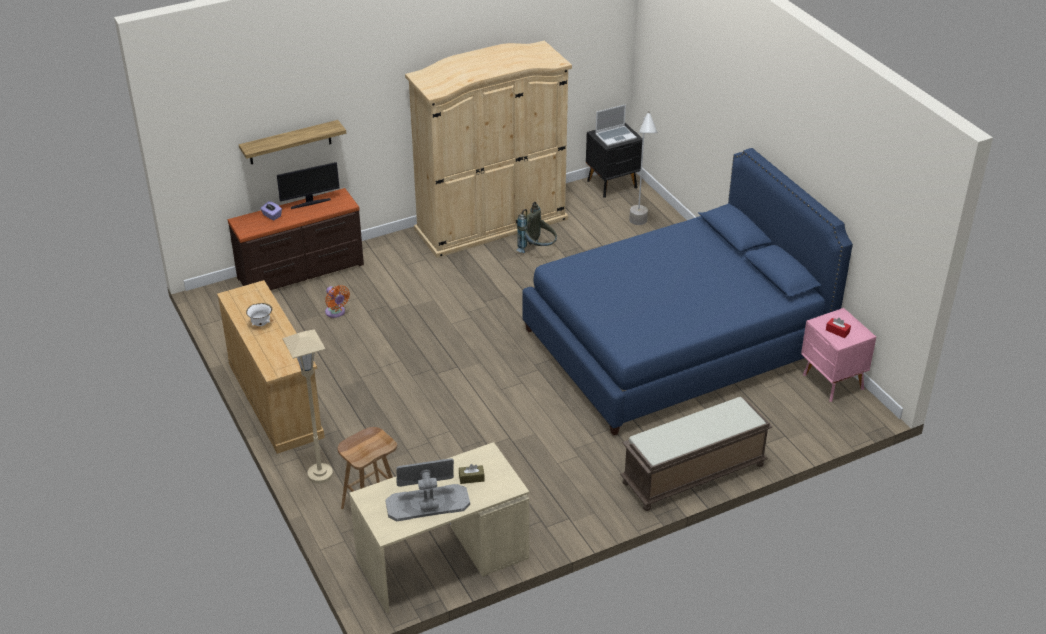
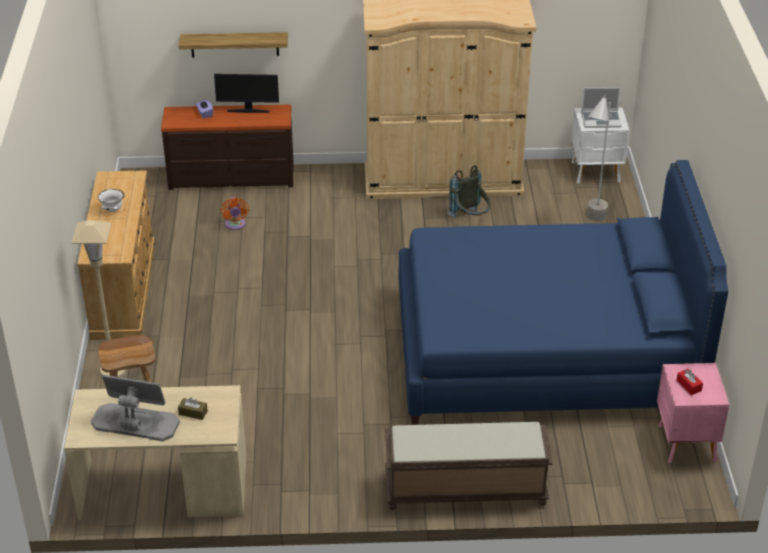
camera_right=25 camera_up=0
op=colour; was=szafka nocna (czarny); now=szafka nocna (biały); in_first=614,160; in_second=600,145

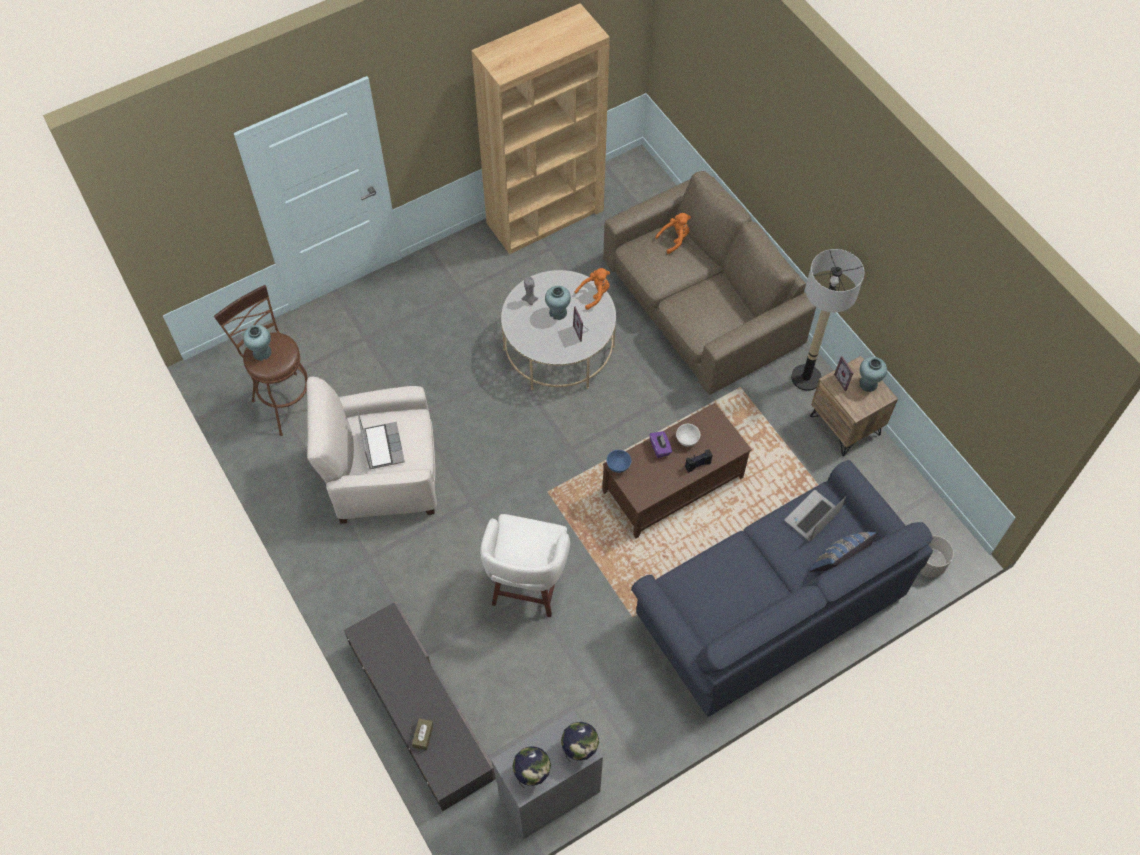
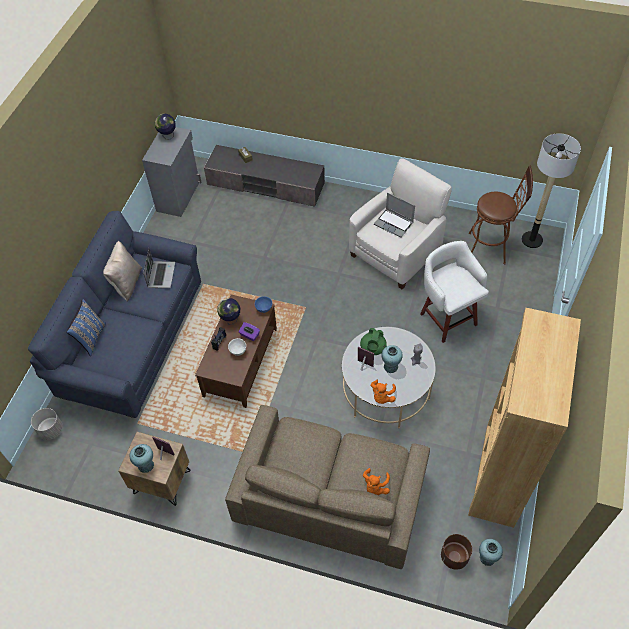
camera_right=140 camera_up=-5
op=appeared; now=poduszka (beżowy); in_second=122,271
op=appeared; now=imbryk (zielony); in_second=373,341
op=appeared; now=donica (brązowy); in_second=456,552
op=relocated; was=wazon (turkusowy); in_first=257,343; in_second=491,552
op=relocated; was=stołek (biały); in_first=525,565; in_second=454,292
op=relocated; was=globus; in_first=580,742; in_second=228,310
op=relocated; was=laptop; in_first=815,515; in_second=159,268
op=relocated; was=lampa stojąca; in_first=827,320; in_second=551,190

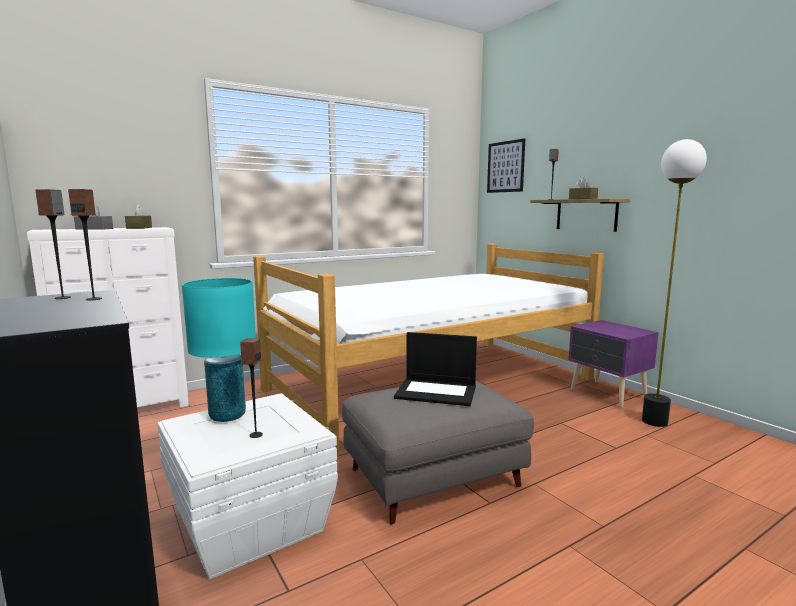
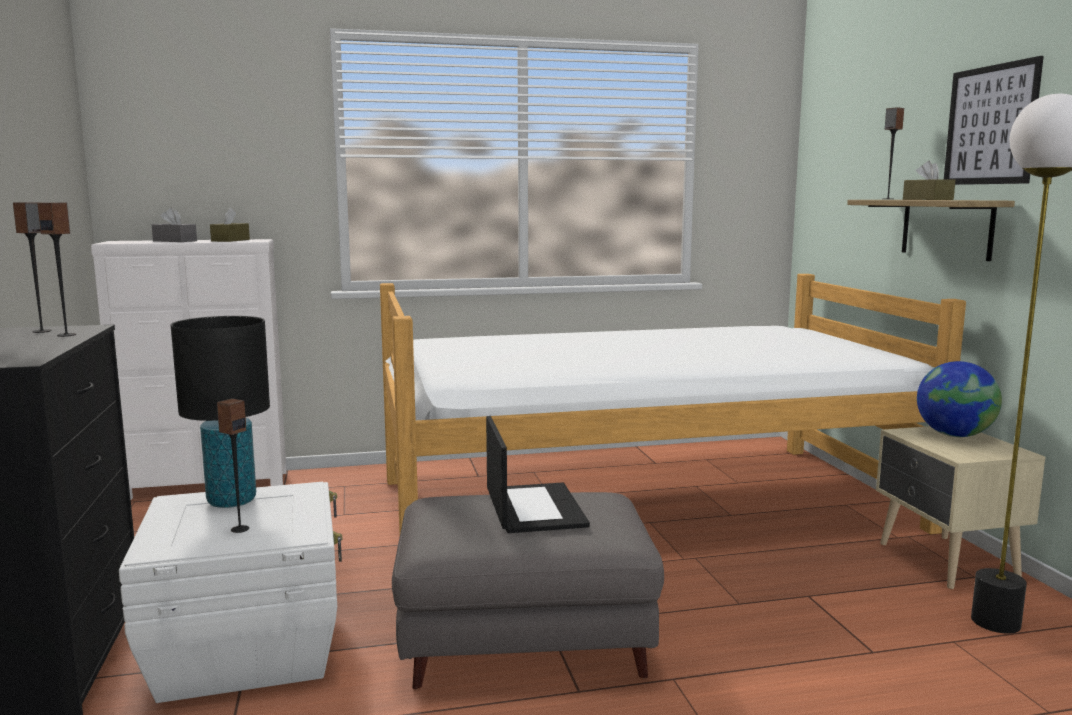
camera_right=20 camera_up=0
op=appeared; now=globus; in_second=959,399
op=relocated; was=obraz; in_first=506,165; in_second=994,120
op=colour; was=lampa stołowa (turkusowy); now=lampa stołowa (czarny); in_first=219,350; in_second=220,412
op=colour; was=szafka nocna (fioletowy); now=szafka nocna (beżowy); in_first=614,364; in_second=960,507
op=spun; was=laptop; in_first=435,369; in_second=538,474; clockwise=-135

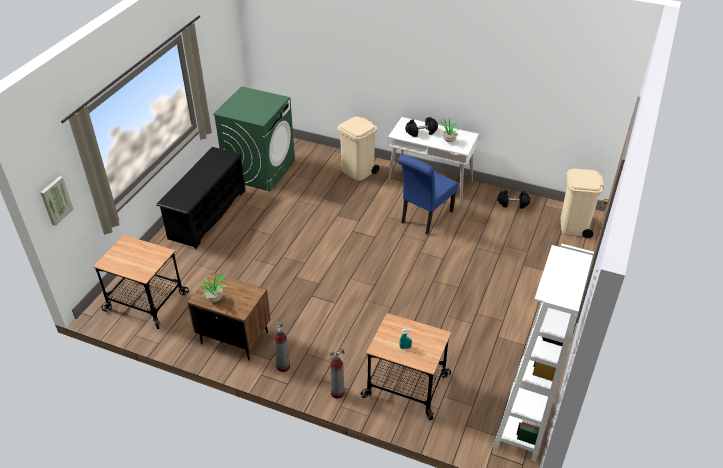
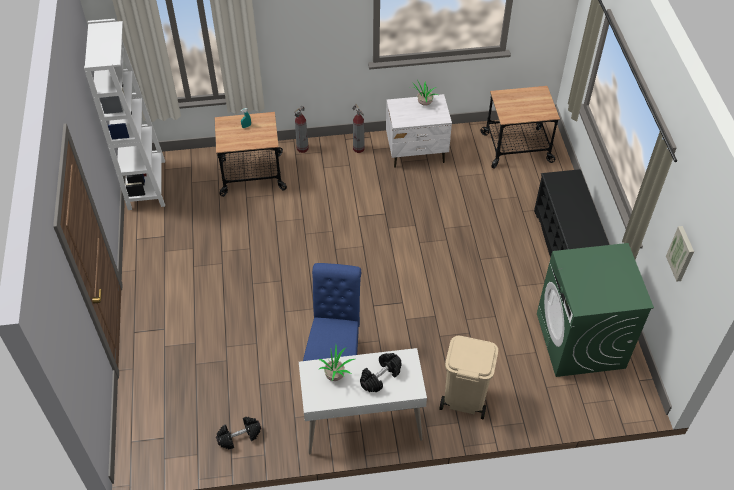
camera_right=150 camera_up=10
op=missing; was=kosz na śmieci (beżowy); in_first=582,203
op=relocated; was=obraz; in_first=57,201; in_second=680,254
op=colour; was=szafka nocna (brązowy); now=szafka nocna (biały); in_first=229,316; in_second=419,131

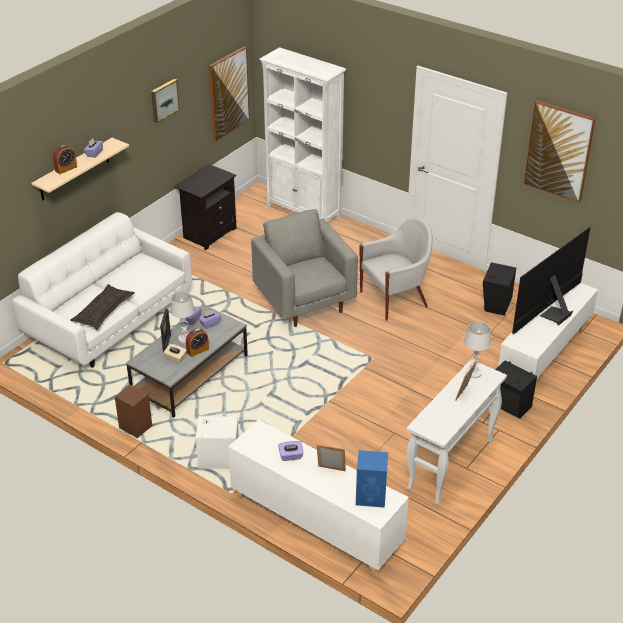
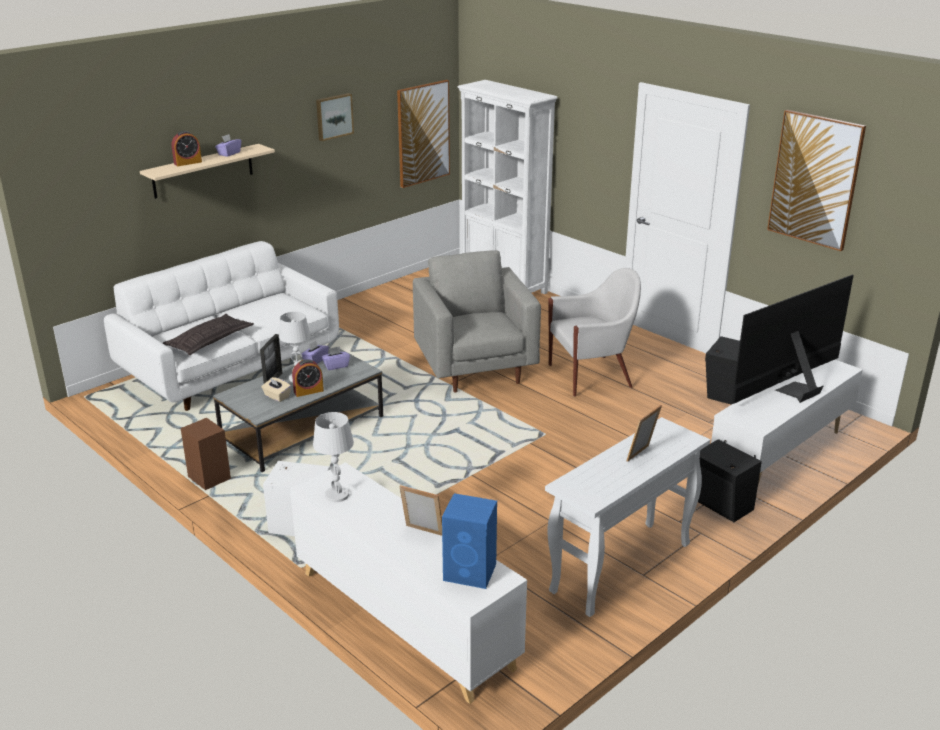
camera_right=10 camera_up=-10
op=missing; was=szafka nocna (czarny); in_first=205,207
op=missing; was=pudełko chusteczek (fioletowy); in_first=291,451
op=relocated; was=lampa stołowa (biały); in_first=477,350; in_second=333,457

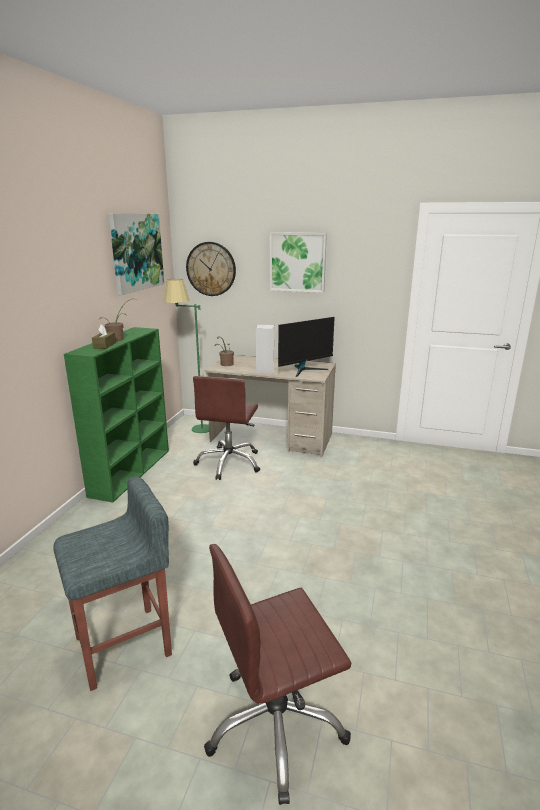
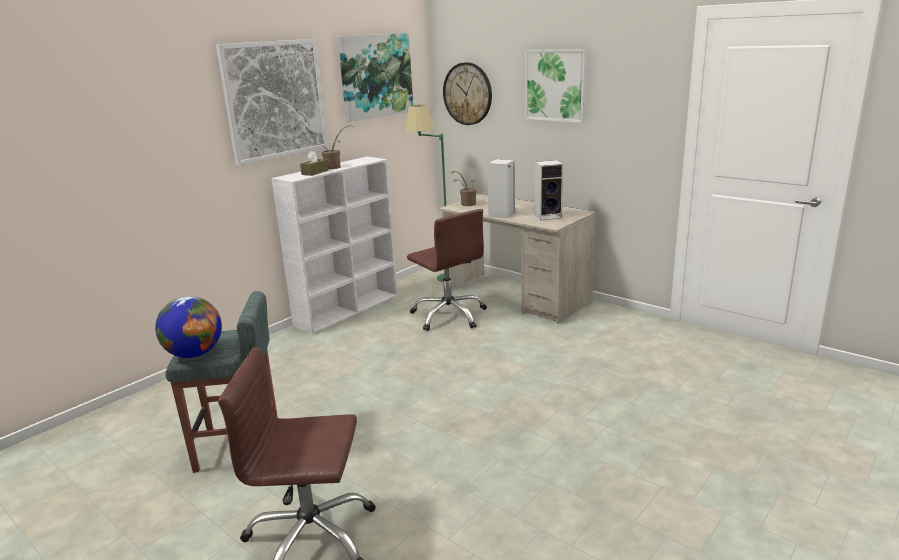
camera_right=25 camera_up=0
op=appeared; now=globus; in_second=188,327
op=appeared; now=obraz; in_second=272,102
op=exchanged; was=monitor; now=głośnik; in_first=306,347; in_second=548,190
op=colour; was=regał (zielony); now=regał (biały); in_first=116,414; in_second=334,245
op=spun; was=krzesło biurowe (brązowy); in_first=226,428; in_second=447,270; clockwise=-75

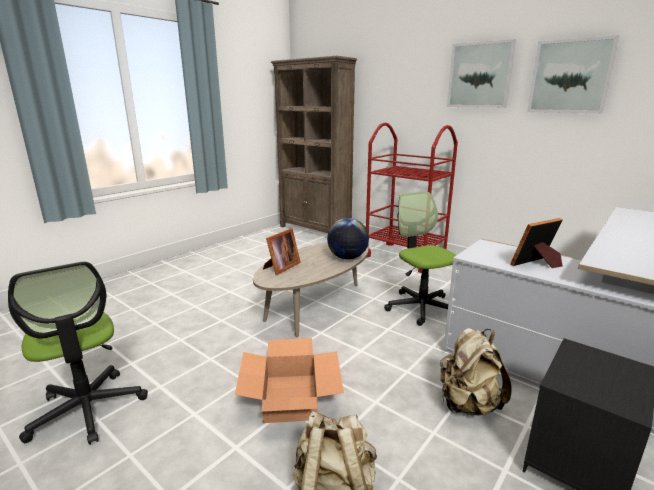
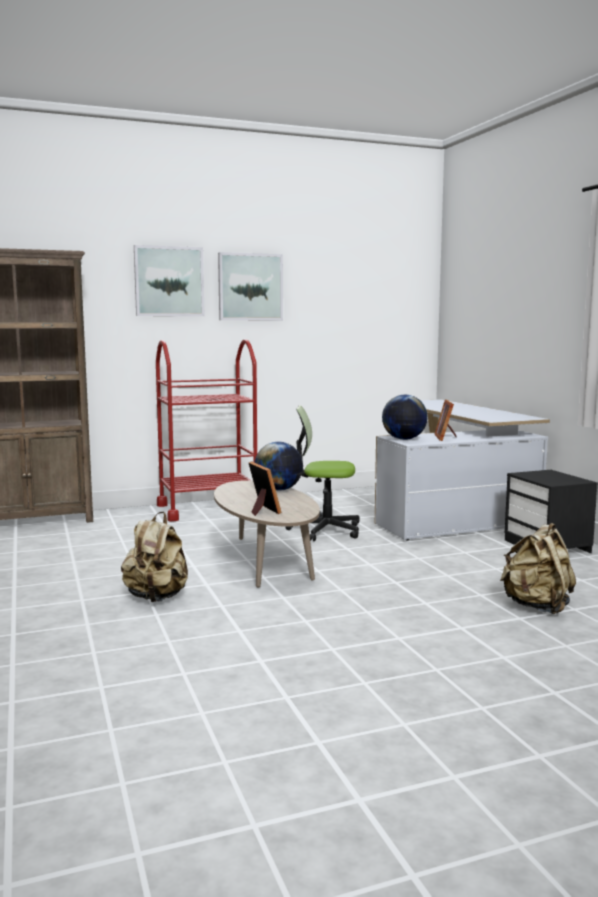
camera_right=-60 camera_up=-10
op=missing; was=krzesło biurowe; in_first=78,353
op=missing; was=karton; in_first=289,380
op=appeared; now=globus; in_second=405,417
op=relocated; was=plecak (beżowy); in_first=476,372; in_second=154,557
op=relocated; was=obraz; in_first=573,74; in_second=169,280

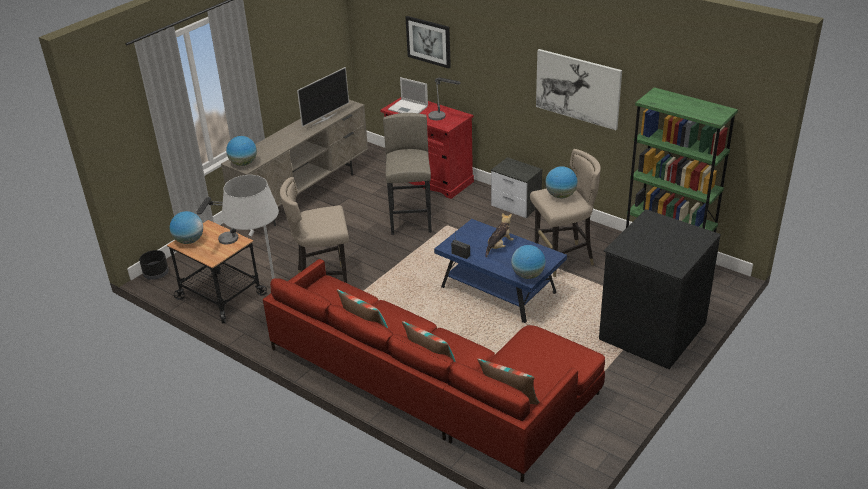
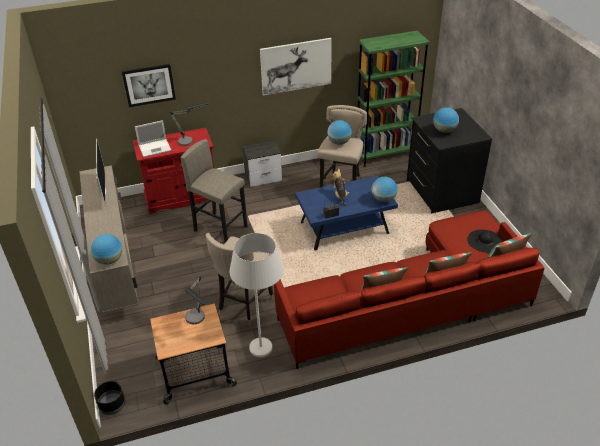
camera_right=-55 camera_up=5
op=appeared; now=kapelusz (czarny); in_second=485,241
op=relocated; was=globus; in_first=186,227; in_second=446,120

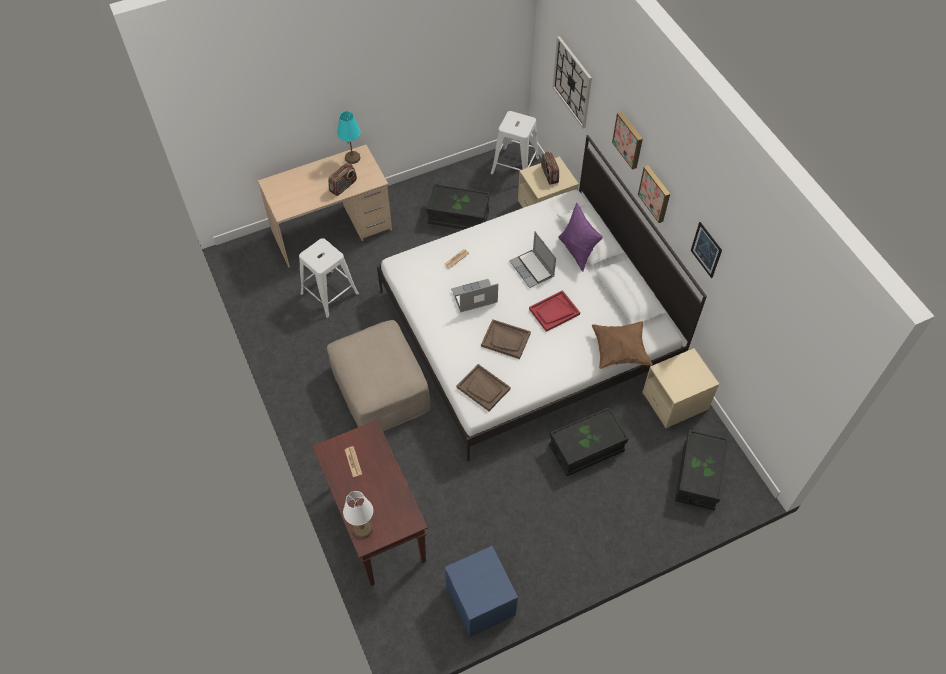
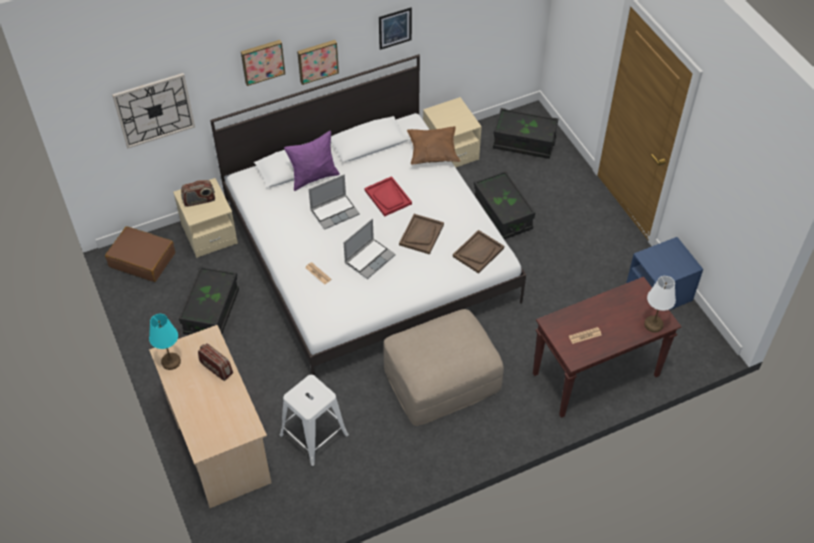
camera_right=-90 camera_up=-5
op=exchanged; was=stołek (biały); now=walizka (brązowy); in_first=515,143; in_second=140,254
op=spun; was=laptop; in_first=474,296; in_second=369,249; clockwise=-120

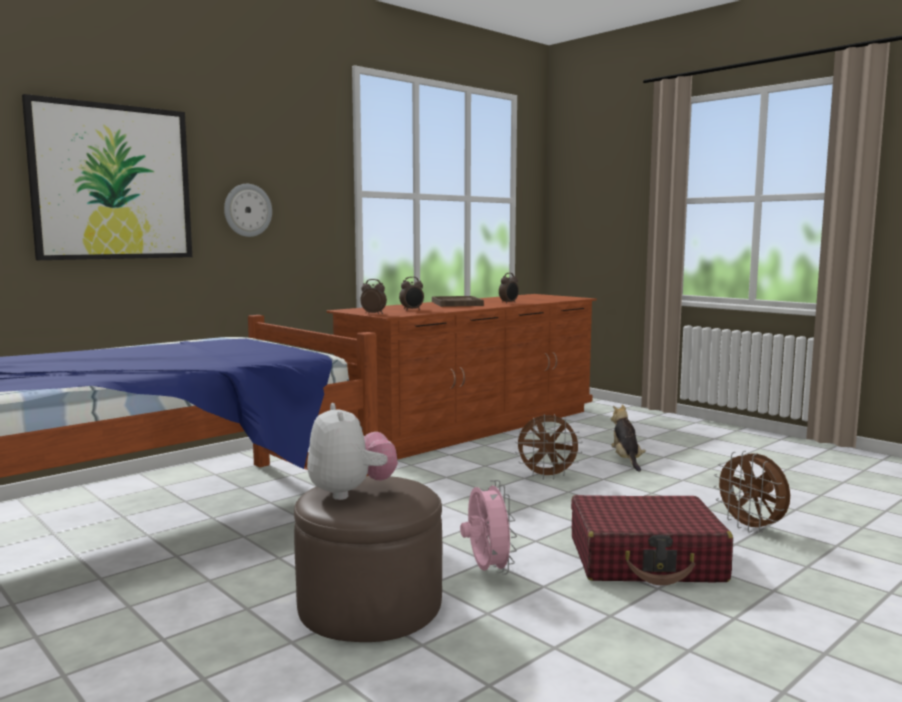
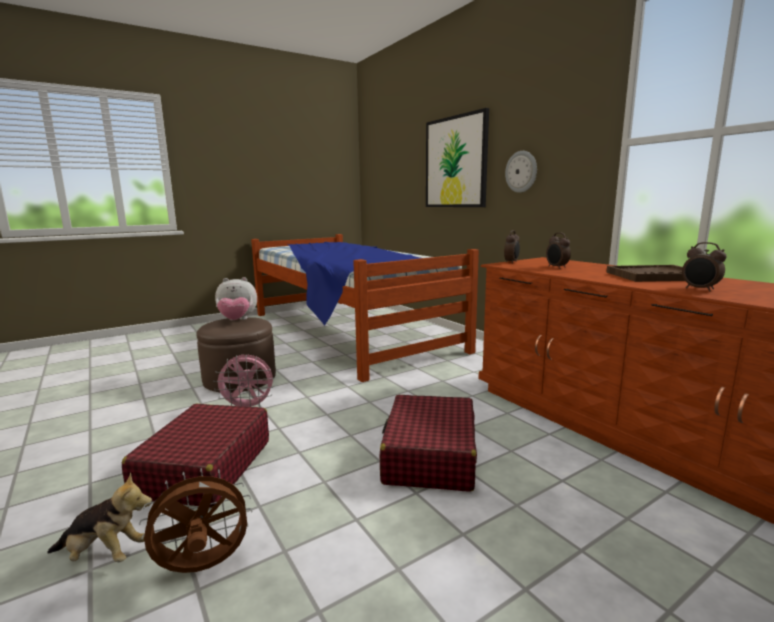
camera_right=100 camera_up=5
op=relocated; was=pluszak; in_first=628,438; in_second=99,517
op=exchanged; was=wentylator (brązowy); now=walizka (czerwony); in_first=549,447; in_second=428,443

